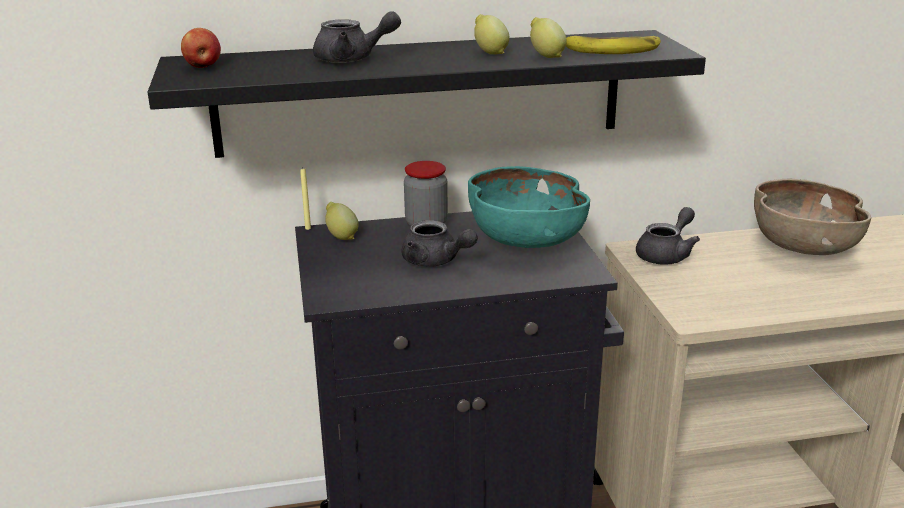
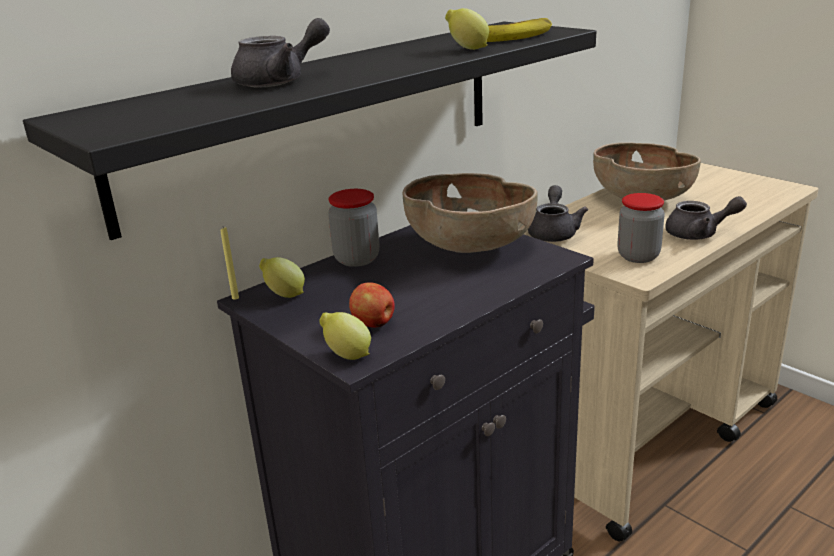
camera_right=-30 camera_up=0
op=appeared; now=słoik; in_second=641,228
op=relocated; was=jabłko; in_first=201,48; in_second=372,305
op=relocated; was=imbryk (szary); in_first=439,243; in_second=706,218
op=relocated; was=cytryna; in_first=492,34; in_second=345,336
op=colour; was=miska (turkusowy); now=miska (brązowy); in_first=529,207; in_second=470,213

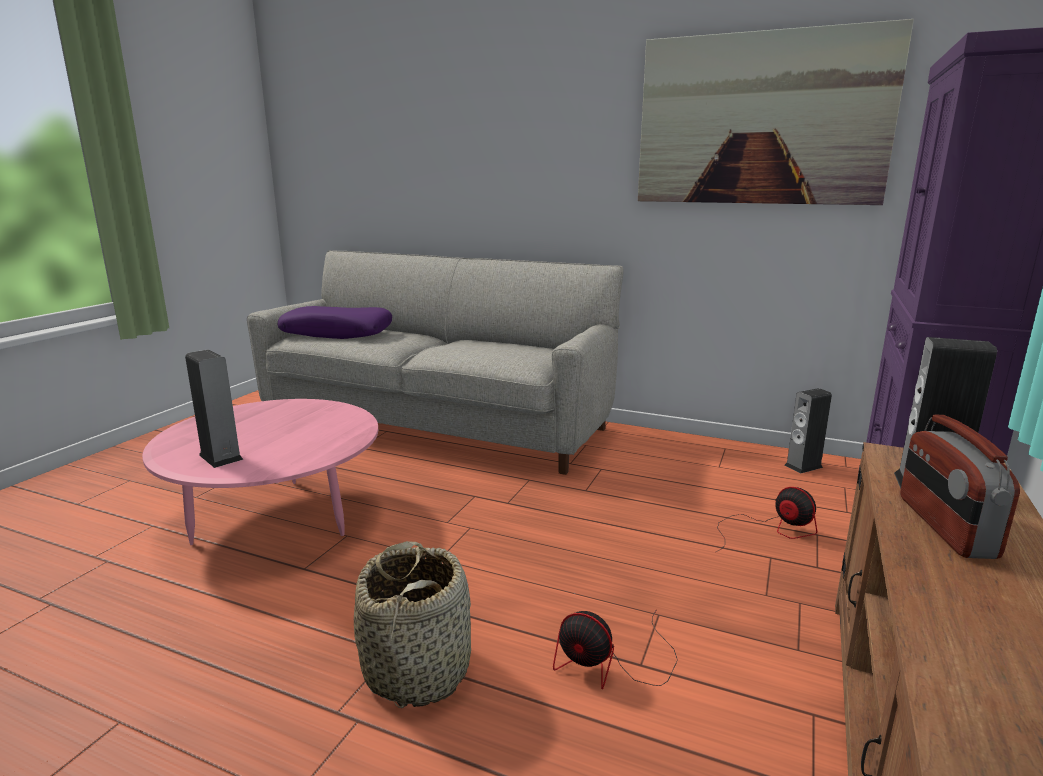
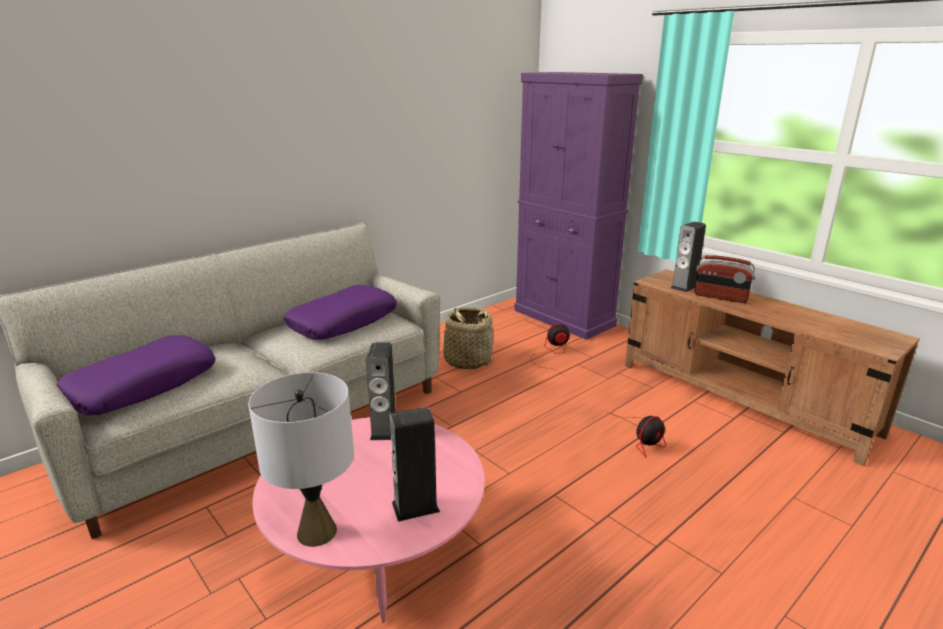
camera_right=-65 camera_up=5
op=missing; was=obraz; in_first=776,112
op=appeared; now=lampa stołowa (szary); in_second=301,459
op=appeared; now=poduszka (fioletowy); in_second=340,312
op=relocated; was=koszyk; in_first=412,624; in_second=467,338
op=relocated; was=głośnik; in_first=808,431; in_second=381,391

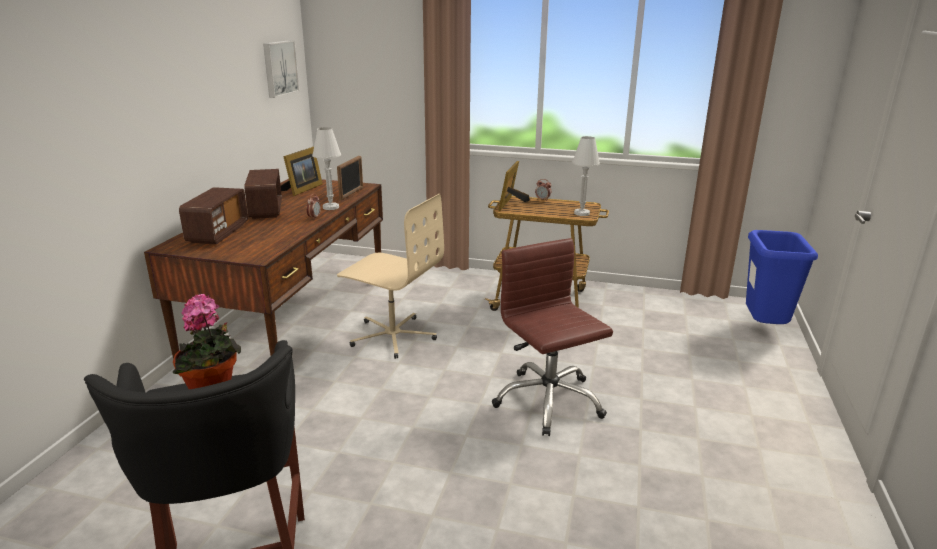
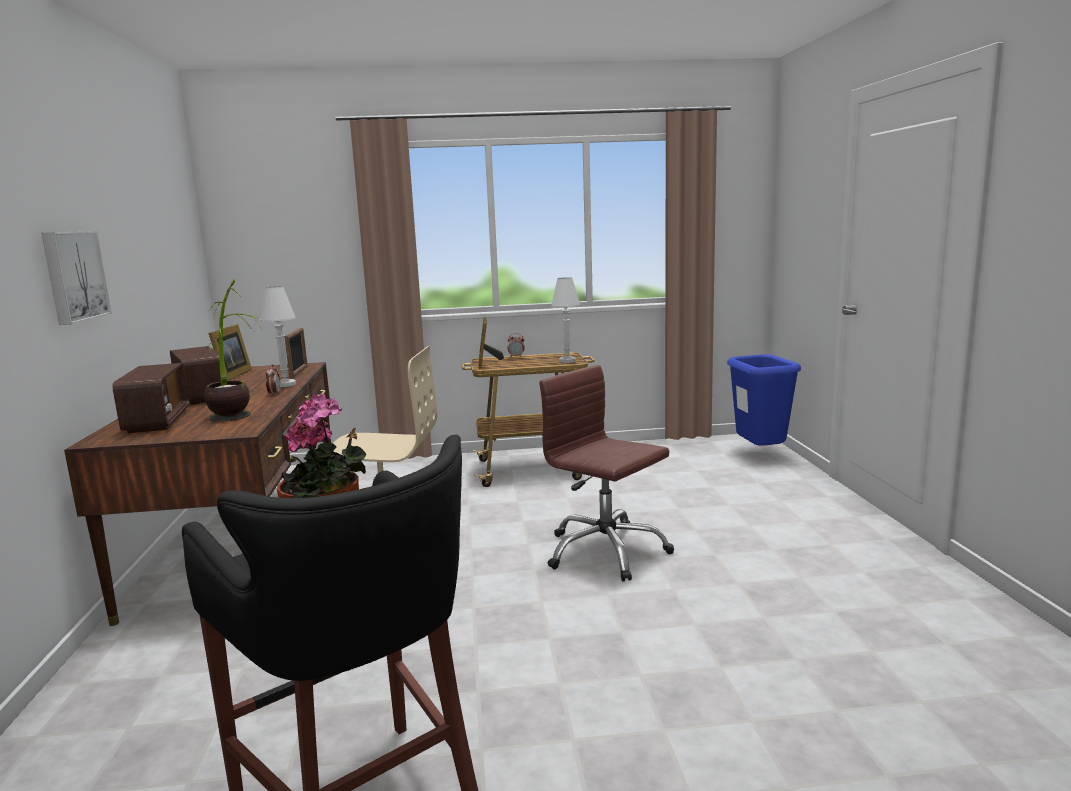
camera_right=-20 camera_up=-10
op=appeared; now=roślina doniczkowa; in_second=233,350
op=relocated; was=obraz; in_first=281,69; in_second=77,278

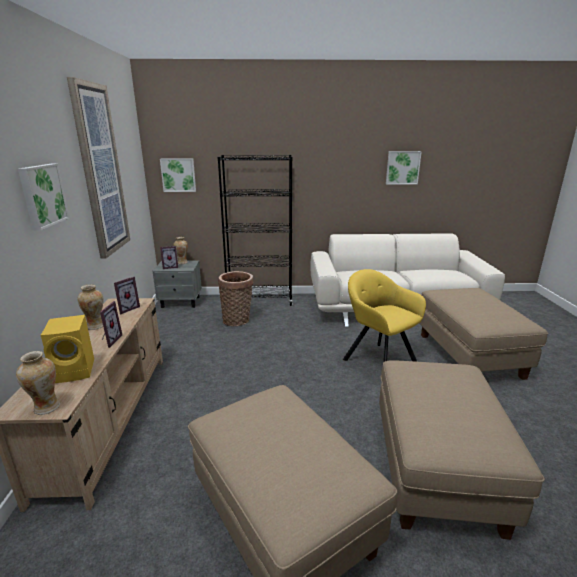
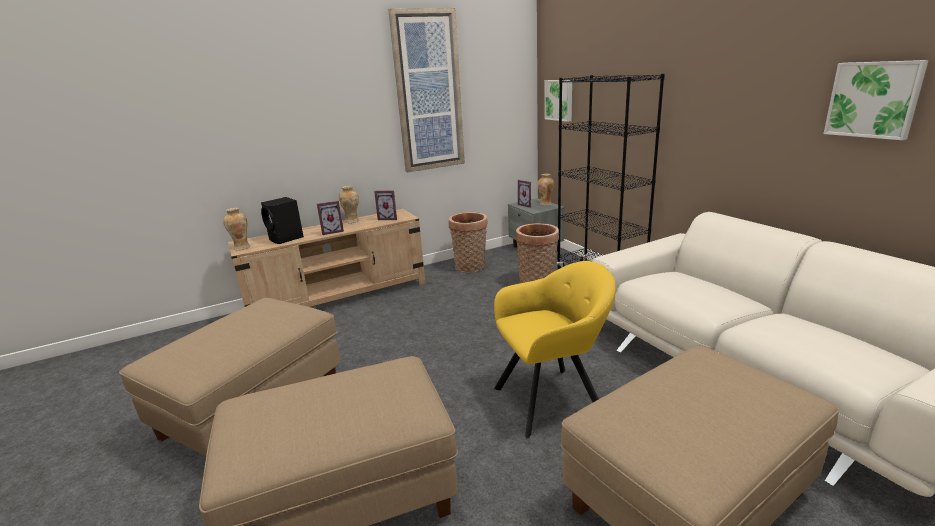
camera_right=65 camera_up=0
op=missing; was=obraz; in_first=43,197
op=appeared; now=koszyk; in_second=468,242
op=colour; was=głośnik (żółty); now=głośnik (czarny); in_first=67,349; in_second=282,220
op=spun; was=fotel (żółty); in_first=384,315; in_second=555,349; clockwise=45

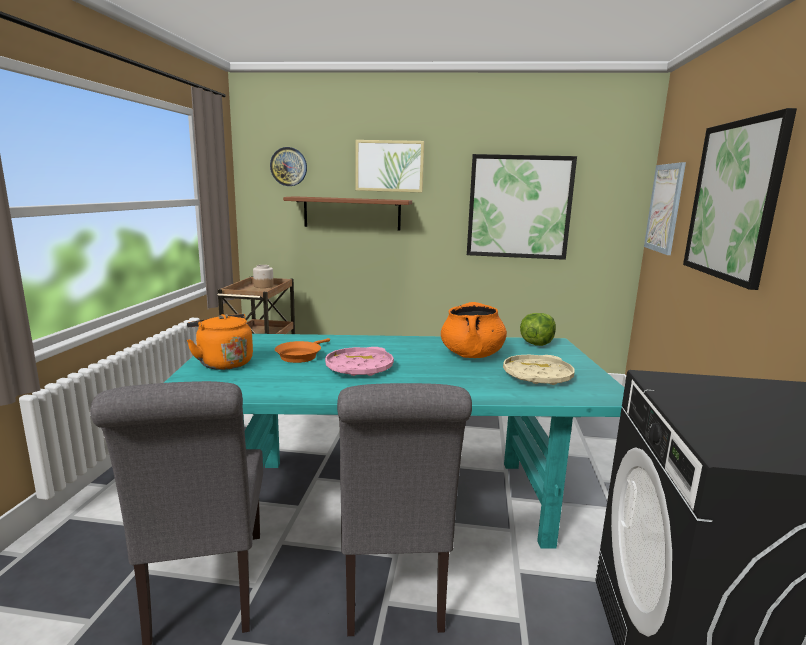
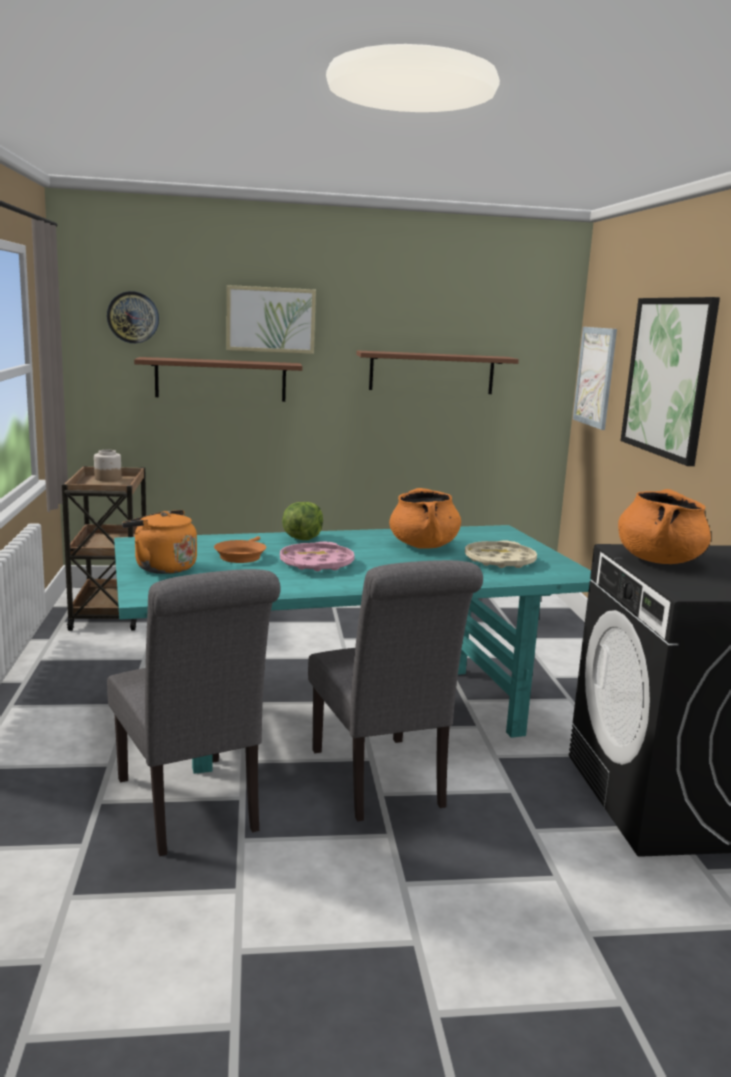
camera_right=-15 camera_up=0
op=appeared; now=garnek (pomarańczowy); in_second=664,526
op=relocated; was=sałata; in_first=538,329; in_second=302,521
op=exchanged; was=obraz; now=półka (brązowy); in_first=522,207; in_second=437,372

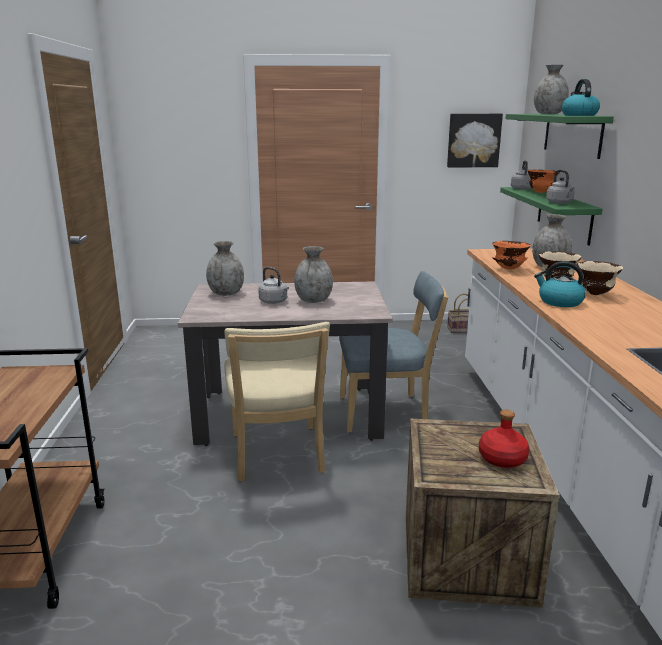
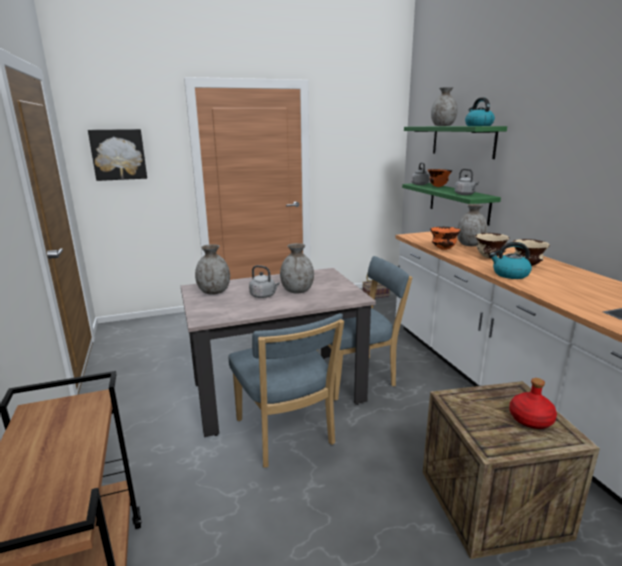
camera_right=-15 camera_up=0
op=relocated; was=obraz; in_first=475,141; in_second=117,155
op=colour; was=krzesło (beżowy); now=krzesło (niebieski); in_first=277,401; in_second=286,390

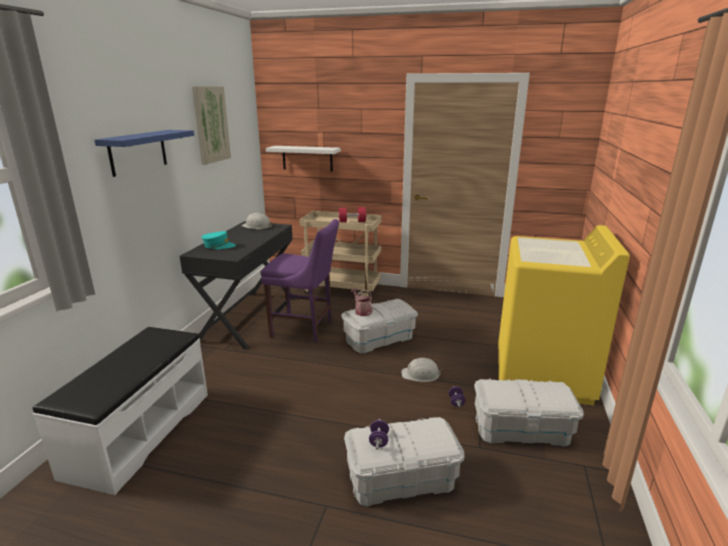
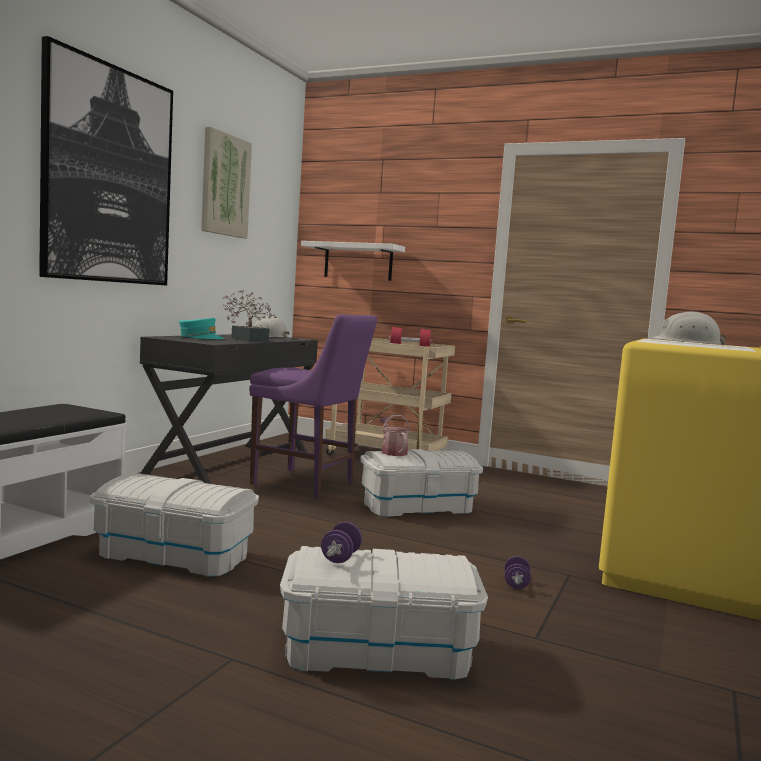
camera_right=10 camera_up=-15
op=appeared; now=roślina doniczkowa; in_second=249,316
op=relocated; was=kask (biały); in_first=421,370; in_second=687,329
op=relocated; was=pojemnik do przechowywania (biały); in_first=529,412; in_second=174,525
op=exchanged; was=półka (niebieski); now=obraz; in_first=144,153; in_second=106,161

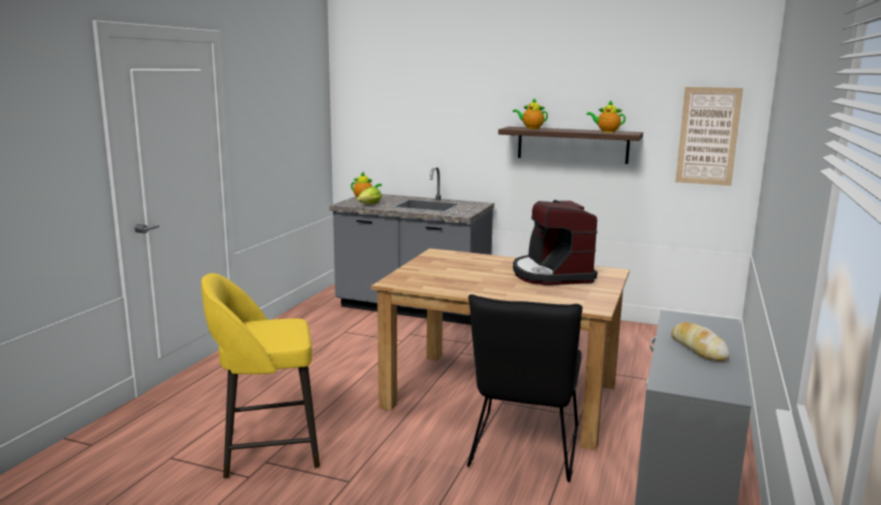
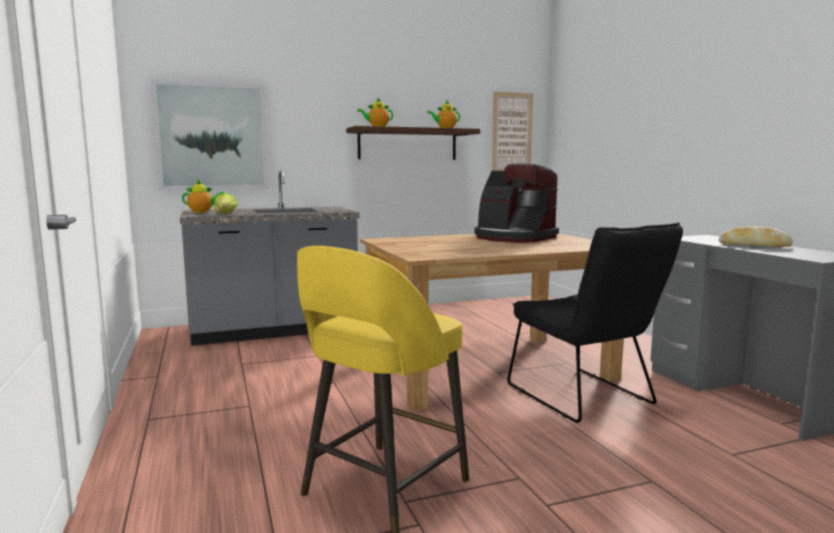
camera_right=-40 camera_up=-5
op=appeared; now=obraz; in_second=209,135

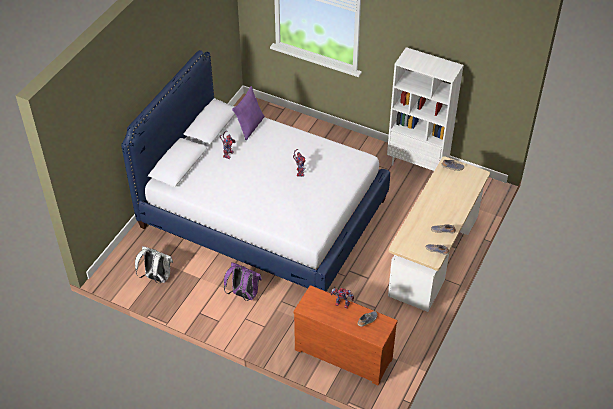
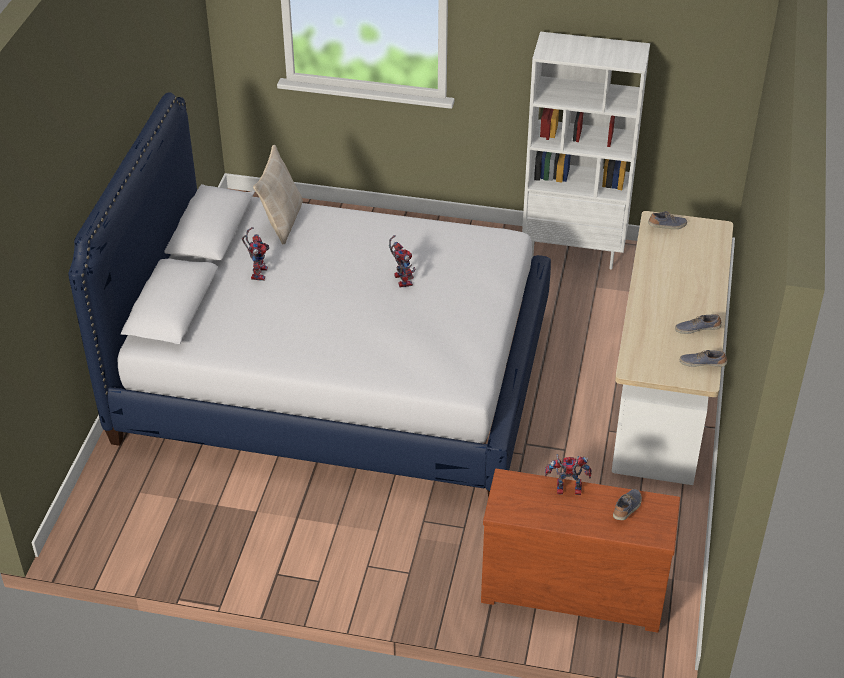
camera_right=-15 camera_up=-5
op=missing; was=plecak (biały); in_first=154,264
op=missing; was=plecak (fioletowy); in_first=243,281
op=colour; was=poduszka (fioletowy); now=poduszka (beżowy); in_first=248,113; in_second=278,195

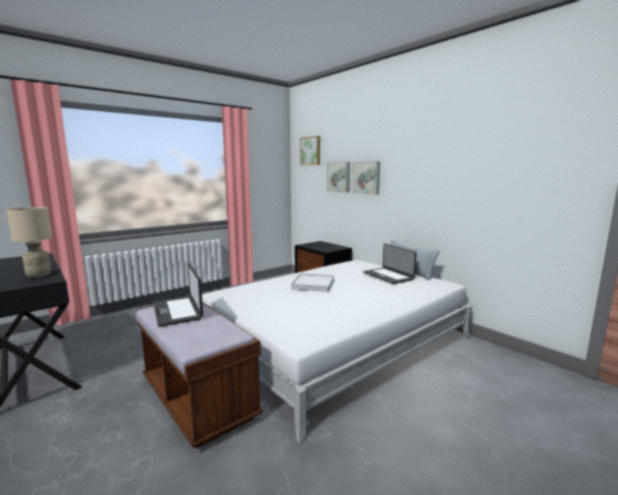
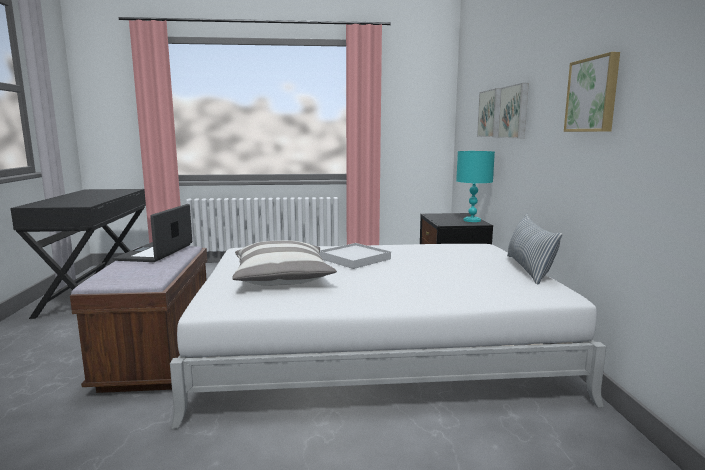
camera_right=35 camera_up=0
op=missing; was=lampa stołowa (beżowy); in_first=29,242
op=missing; was=laptop; in_first=390,264
op=appeared; now=poduszka; in_second=284,263
op=appeared; now=lampa stołowa (turkusowy); in_second=475,186
op=relocated; was=obraz; in_first=310,150; in_second=592,92

